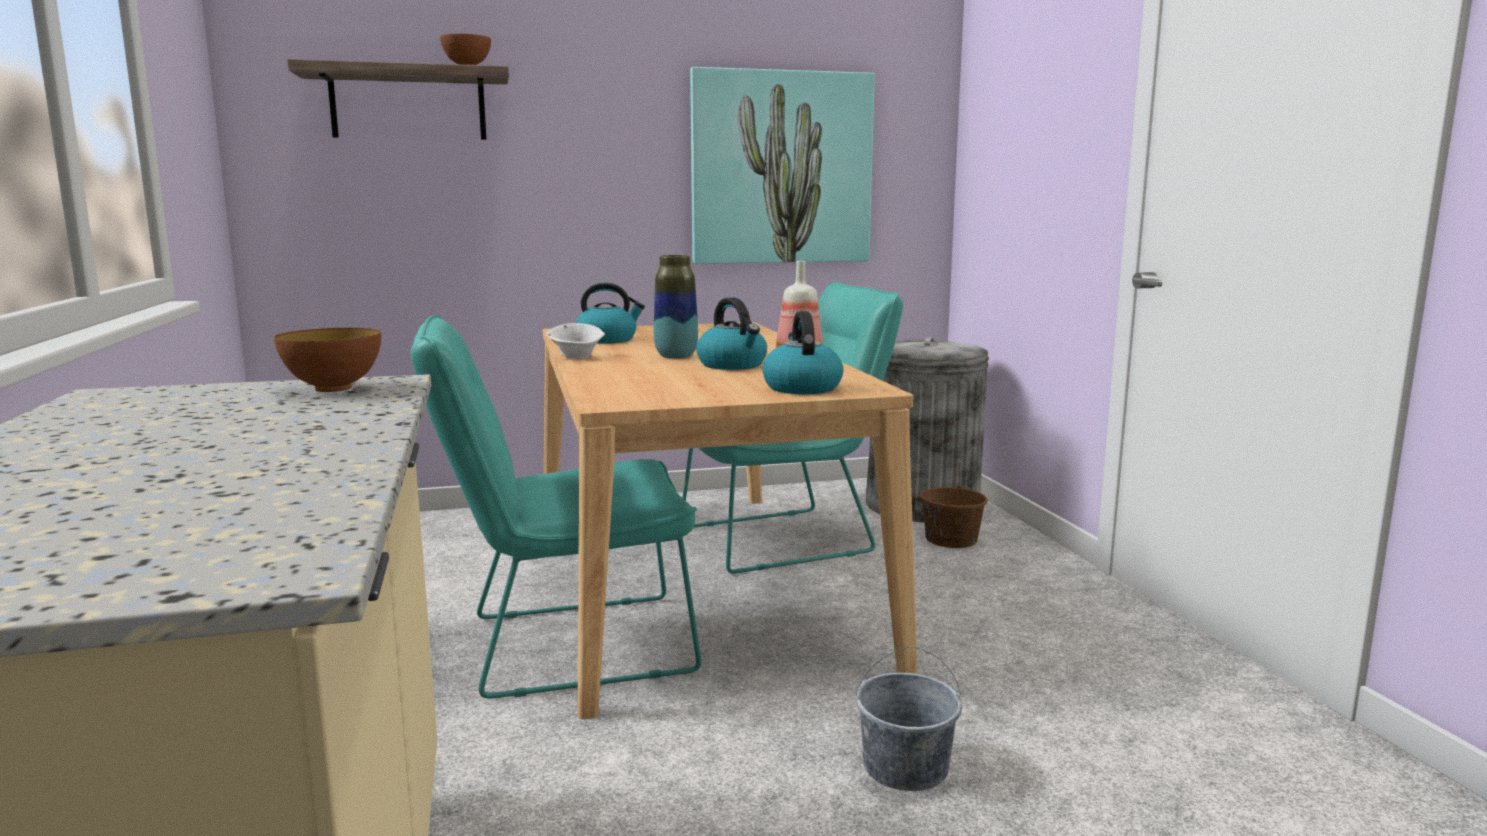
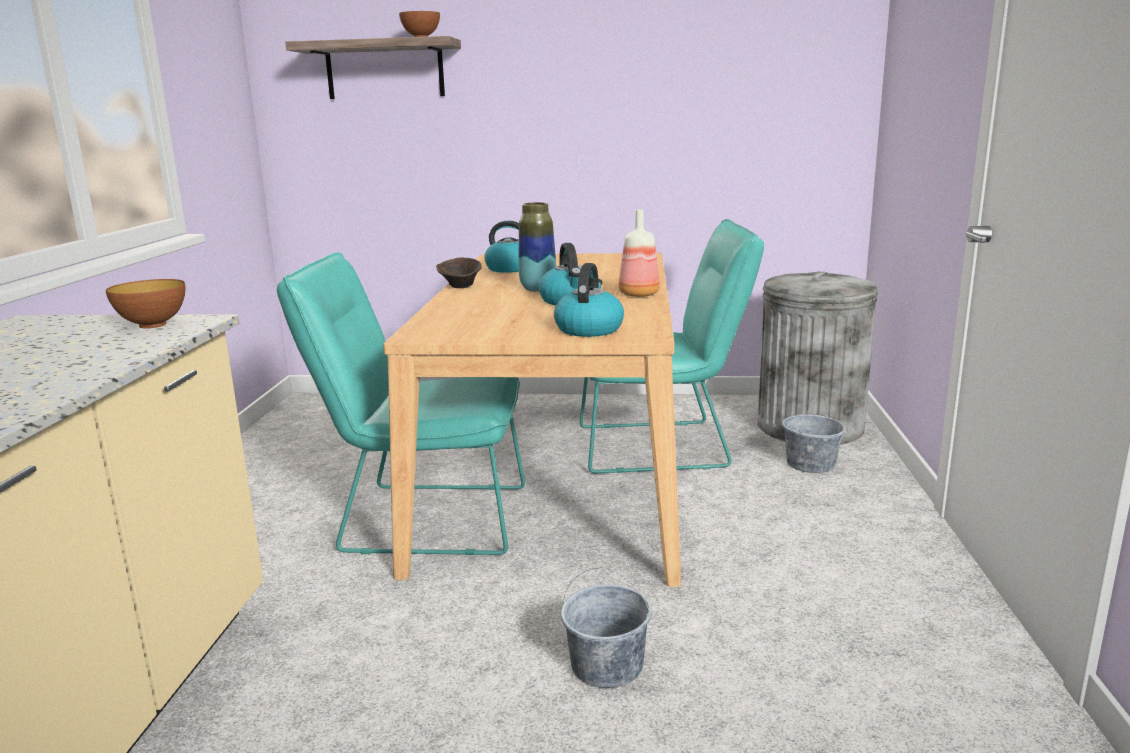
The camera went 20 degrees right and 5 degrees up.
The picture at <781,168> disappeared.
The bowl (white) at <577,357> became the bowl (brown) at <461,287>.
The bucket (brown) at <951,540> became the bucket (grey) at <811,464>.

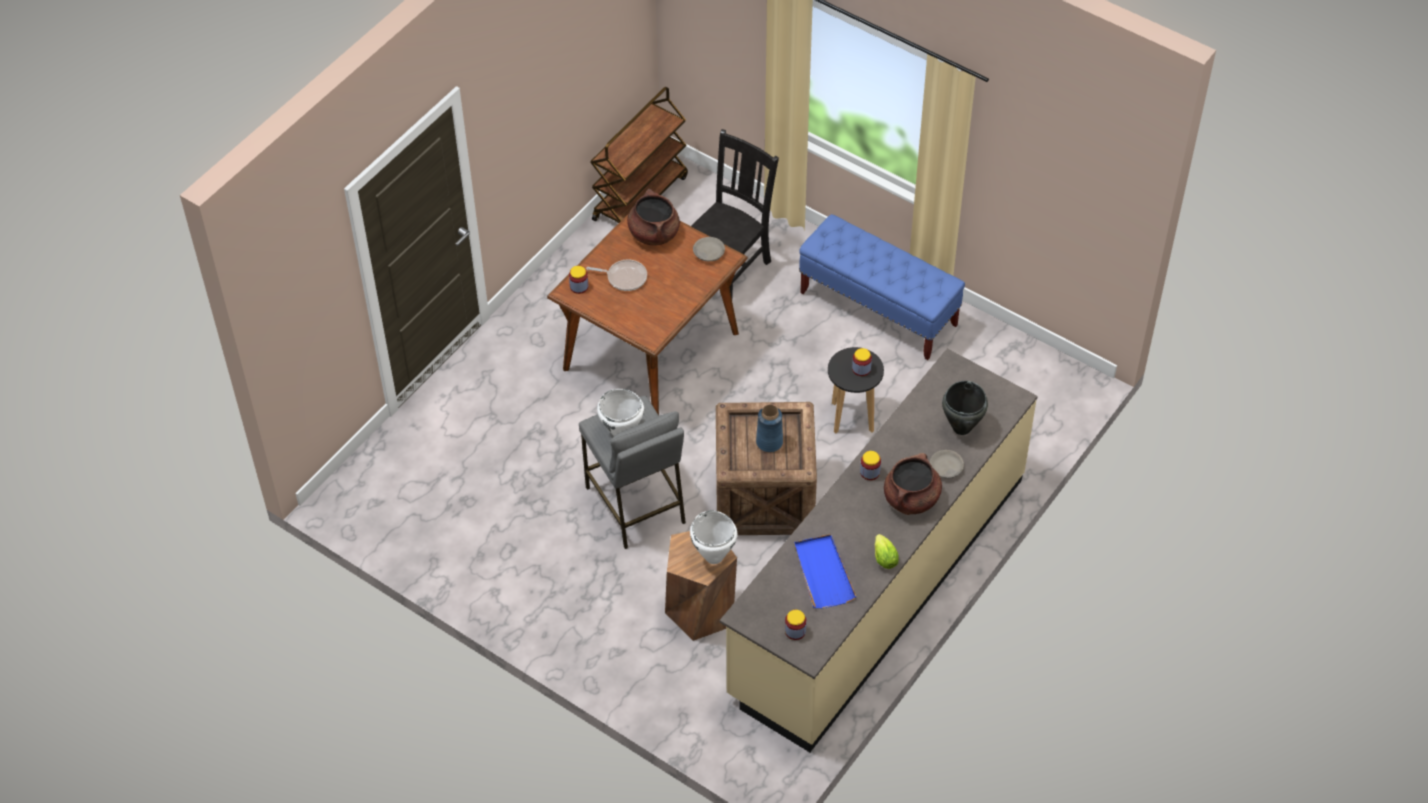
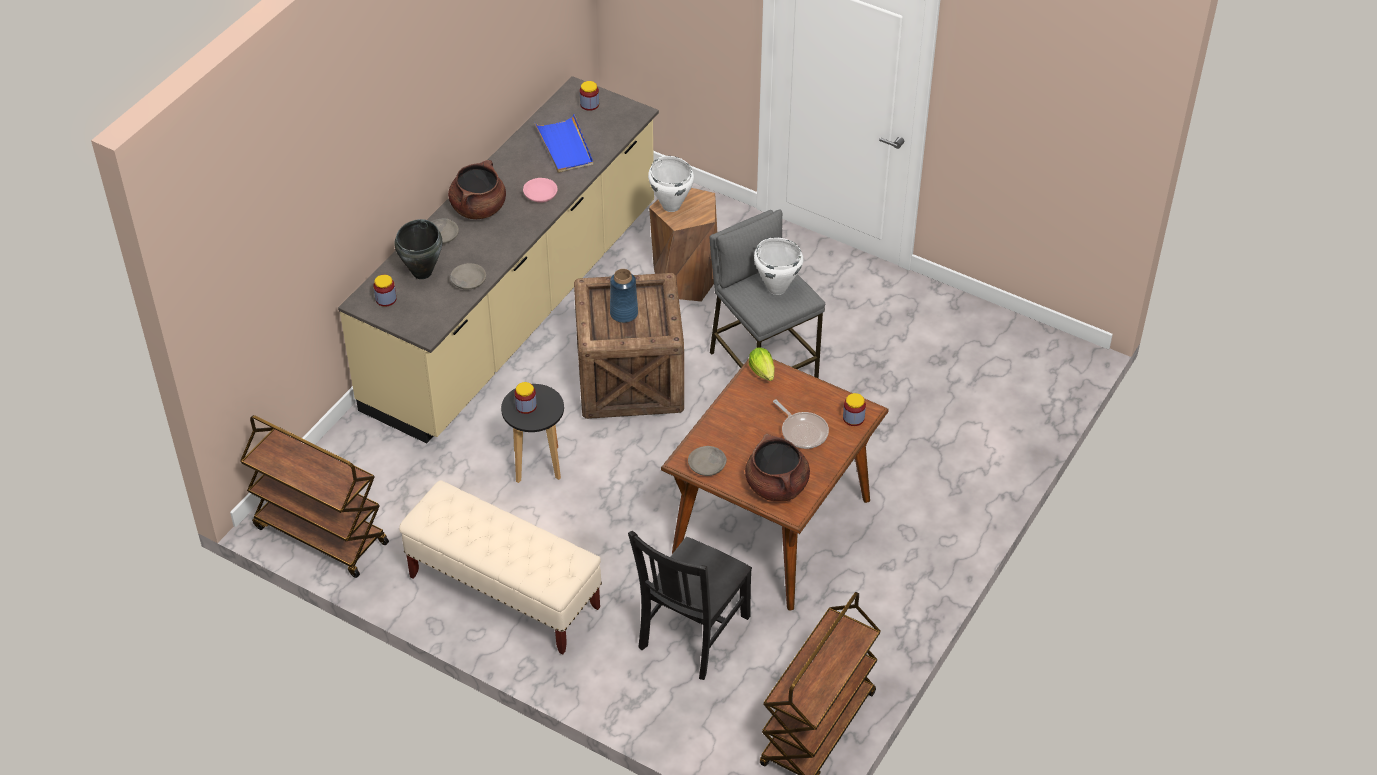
The camera went 175 degrees right and 5 degrees down.
The bench (blue) at <878,309> became the bench (beige) at <504,592>.
The frying pan at <624,277> turned 135 degrees counterclockwise.
The jar moved from <870,472> to <386,299>.
The lettuce moved from <884,557> to <763,373>.
The bowl (pink) at <540,194> appeared.
The bowl (grey) at <468,281> appeared.
The cart (brown) at <320,535> appeared.

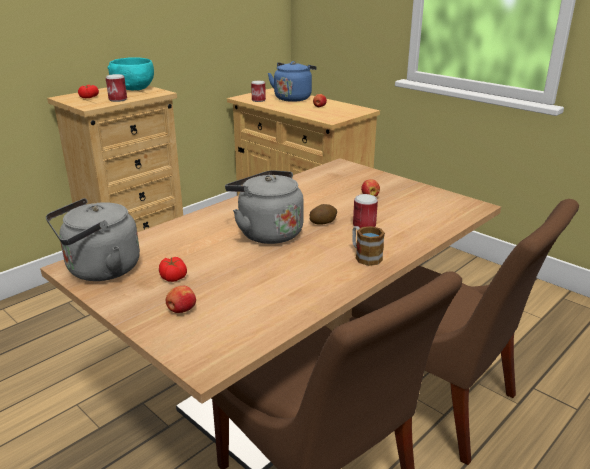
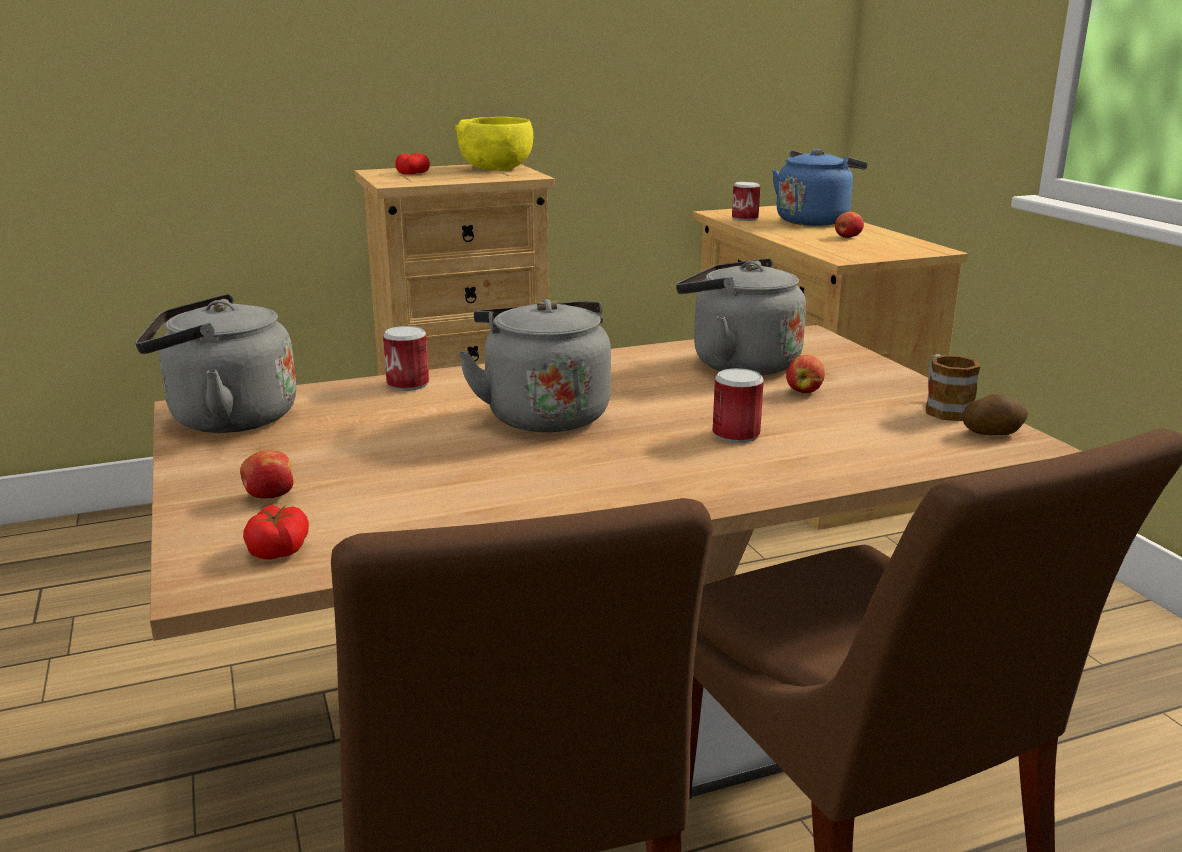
The camera went 25 degrees right and 5 degrees down.
The bowl (turquoise) at <133,88> became the bowl (yellow) at <496,169>.
The can moved from <118,99> to <408,384>.
The potato moved from <323,222> to <992,432>.
The mug moved from <365,256> to <943,408>.
The tomato moved from <173,276> to <278,549>.
The kettle (grey) at <738,364> appeared.

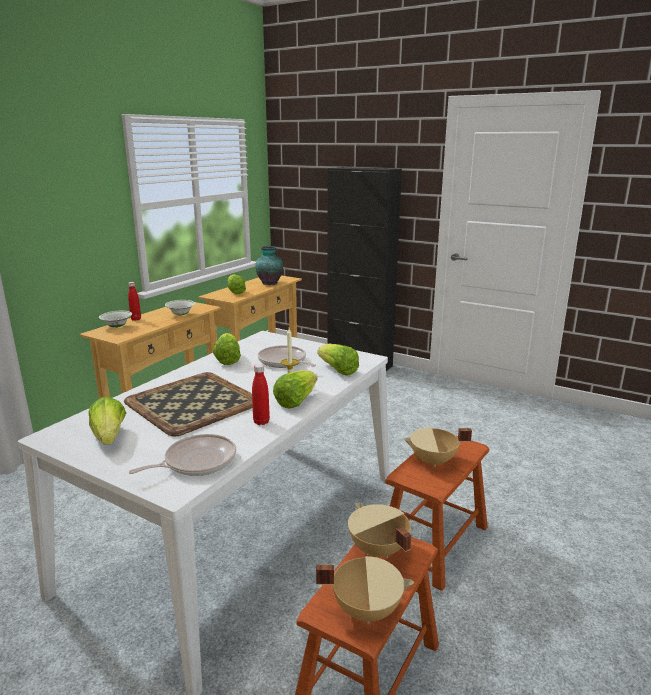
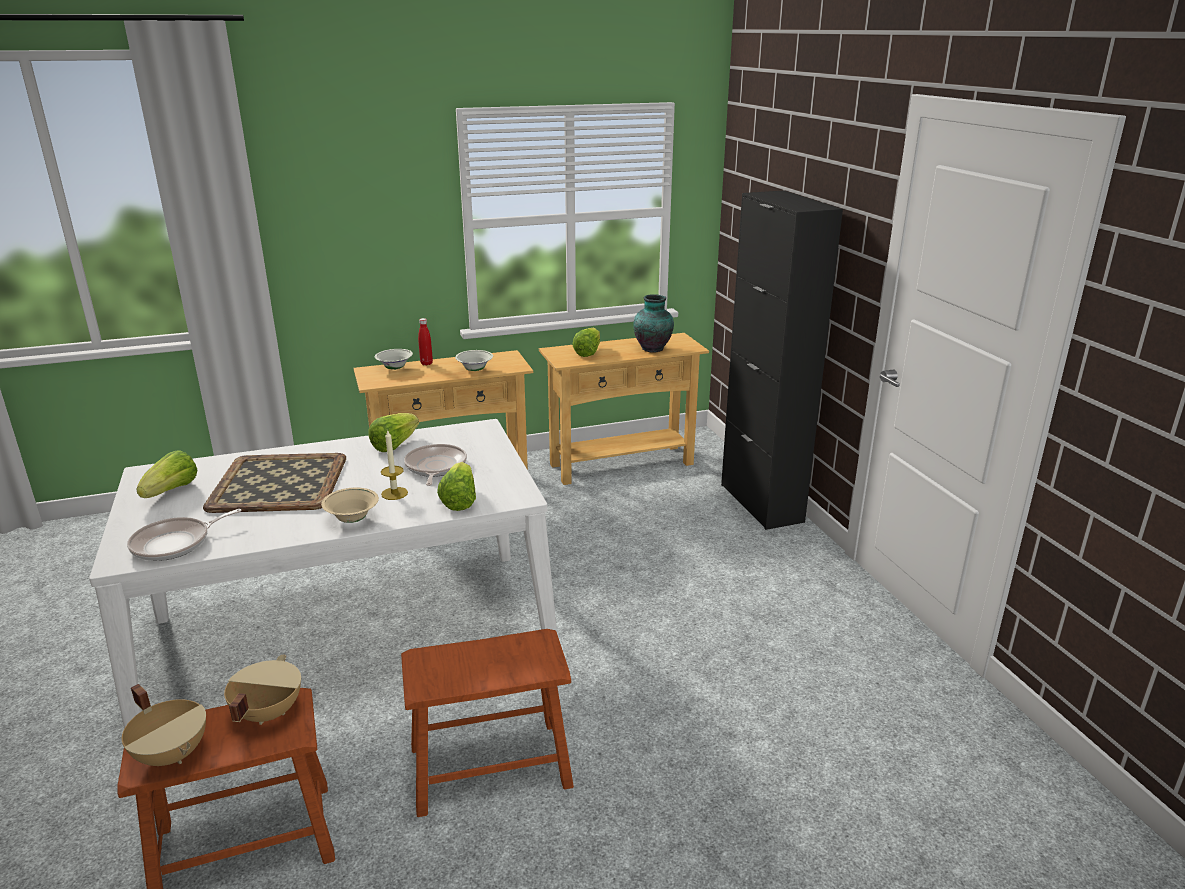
The camera went 40 degrees right and 5 degrees up.
The bottle (red) at <261,422> disappeared.
The lettuce at <296,401> was replaced by the bowl (beige) at <352,519>.
The cooking pot (beige) at <433,461> disappeared.
The frying pan at <196,462> turned 135 degrees clockwise.

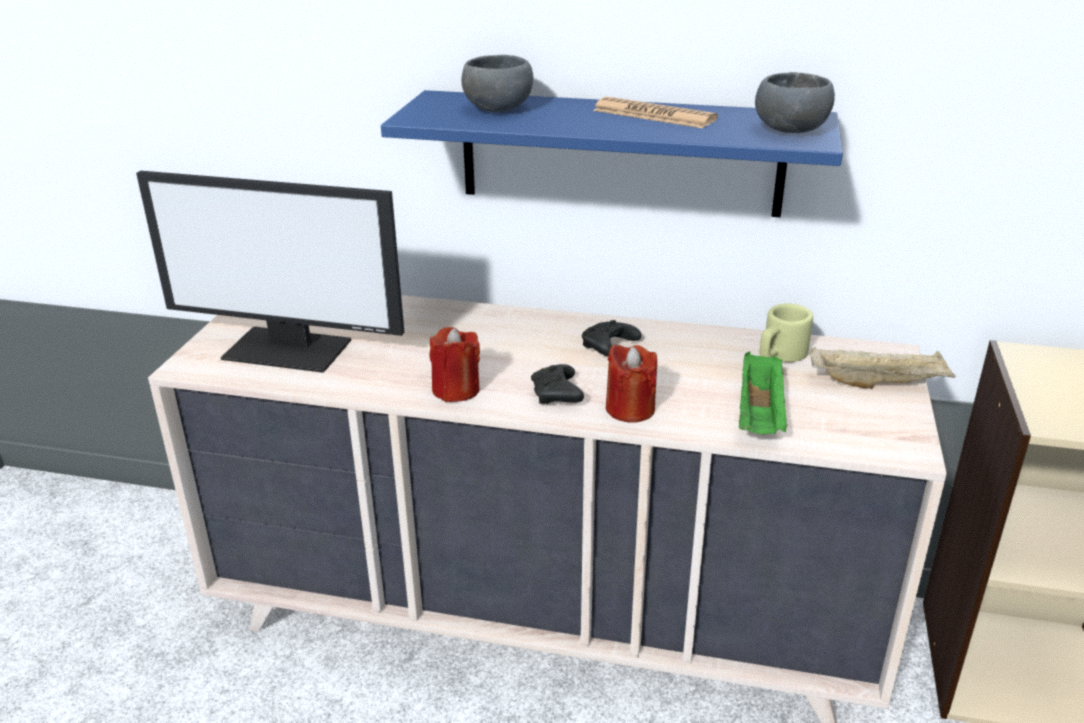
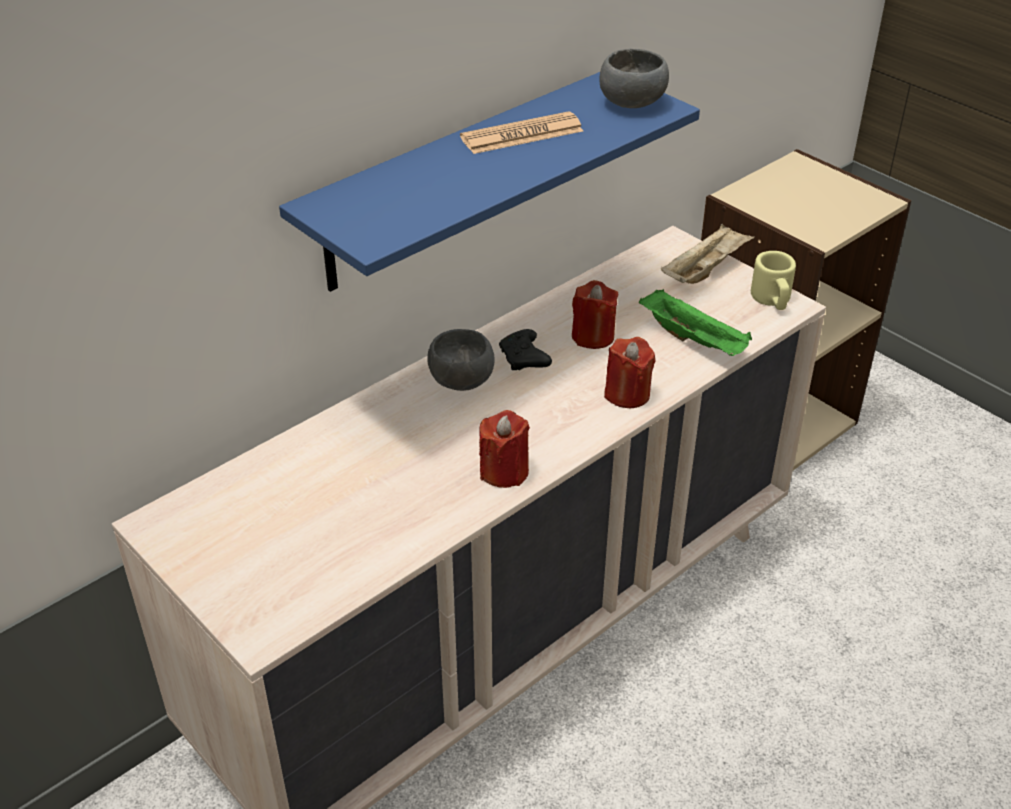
The camera went 55 degrees left and 10 degrees up.
The bowl (grey) moved from <498,108> to <459,380>.
The monitor at <289,348> disappeared.
The mug (beige) moved from <779,355> to <772,299>.
The game controller (black) at <557,395> disappeared.
The candle (red) at <593,336> appeared.

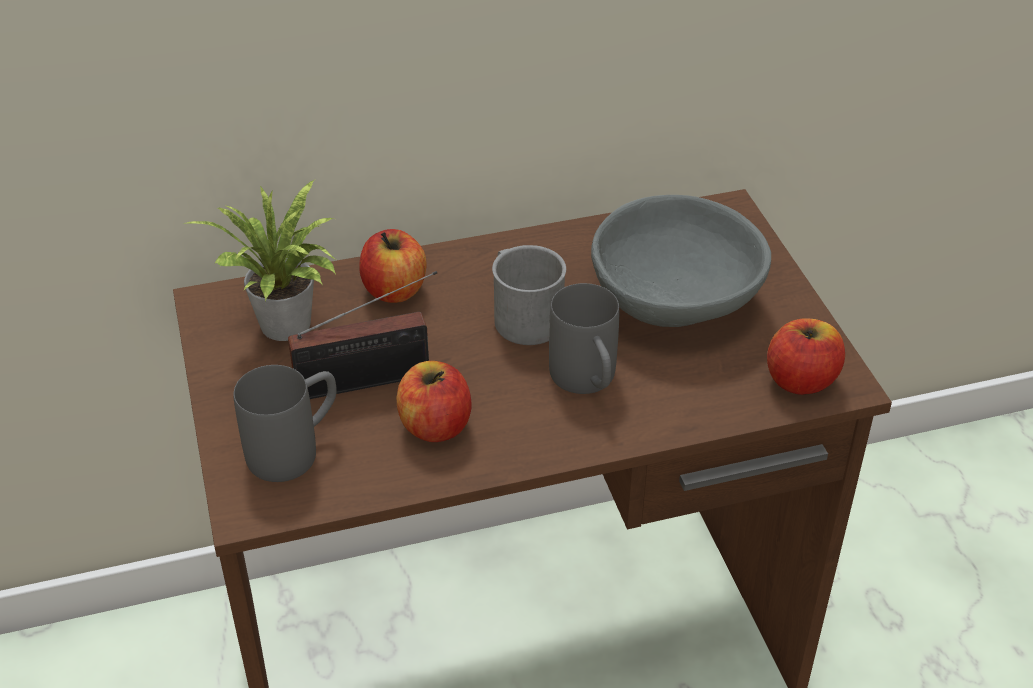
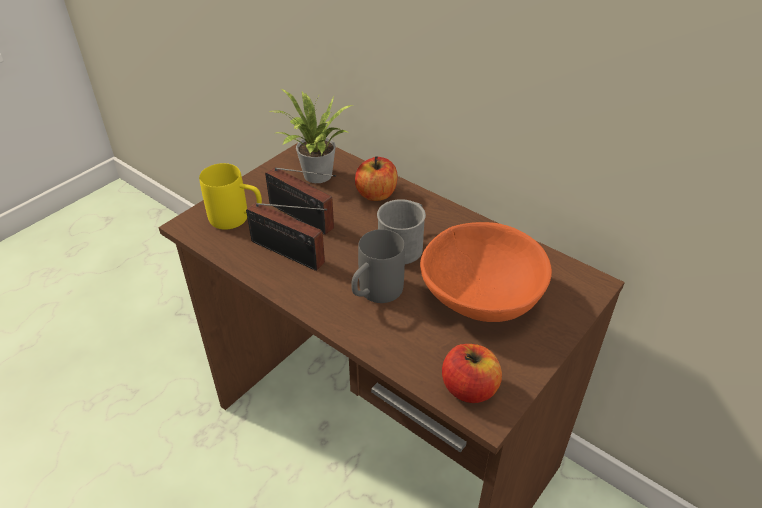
The camera went 55 degrees right and 0 degrees up.
The bowl (grey) at <673,302> became the bowl (orange) at <479,297>.
The apple at <435,426> was replaced by the radio at <290,254>.
The mug (grey) at <296,448> became the mug (yellow) at <237,219>.

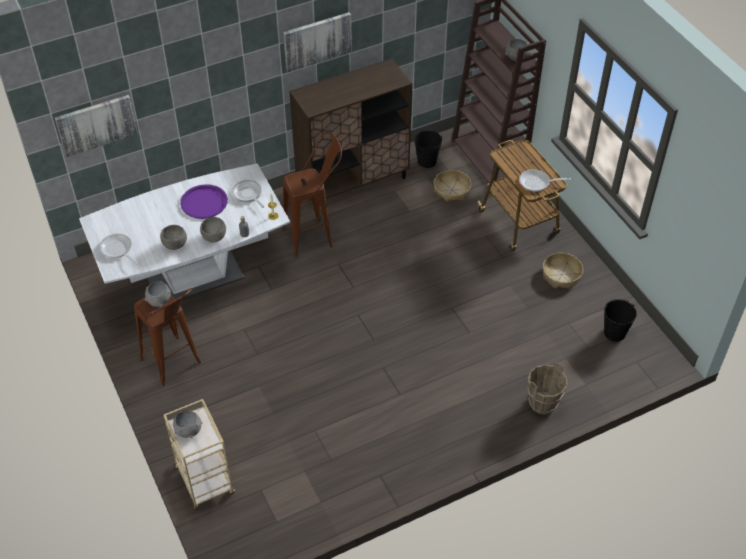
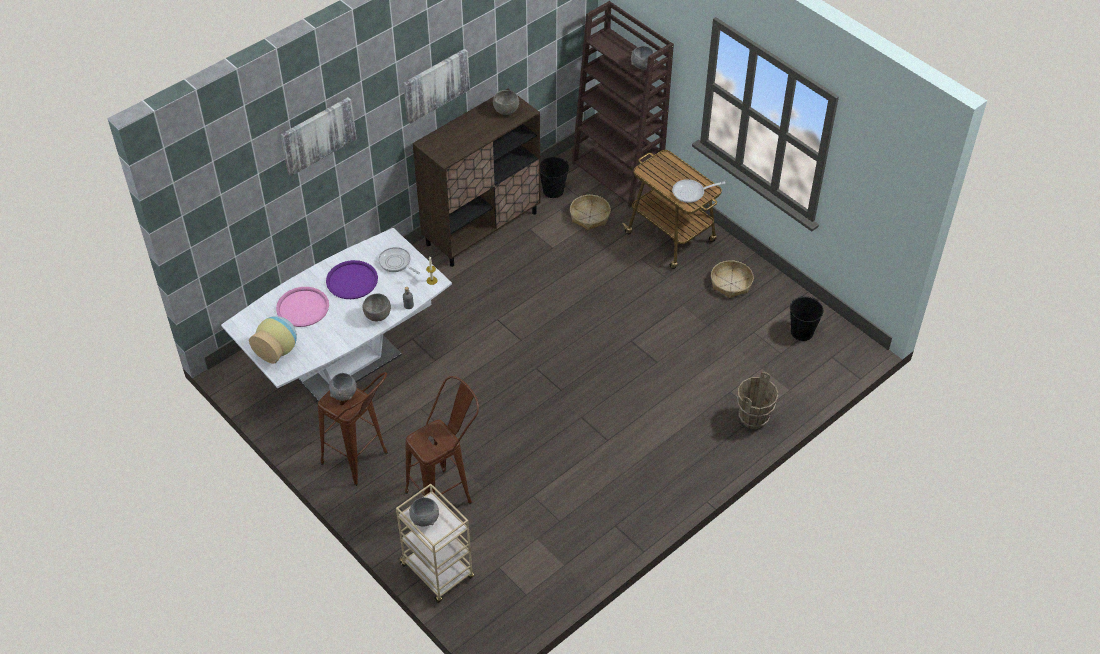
The camera went 15 degrees left and 0 degrees up.
The picture moved from <96,124> to <318,135>.
The stool (brown) moved from <315,236> to <447,492>.
The bowl (grey) moved from <175,244> to <506,110>.
The frying pan at <118,250> was replaced by the vase at <278,350>.
The tray (pink) at <302,307> appeared.

